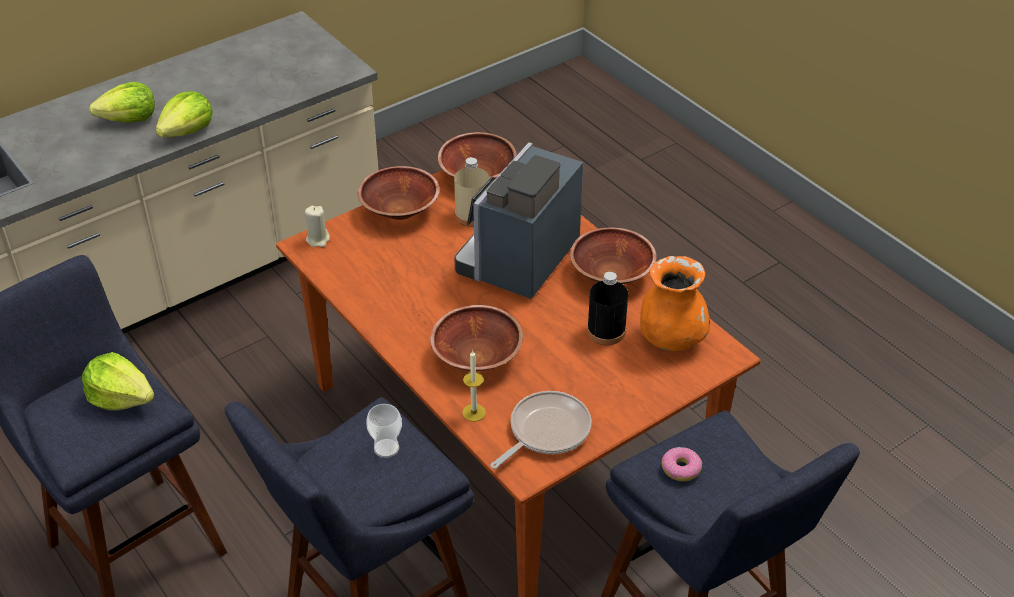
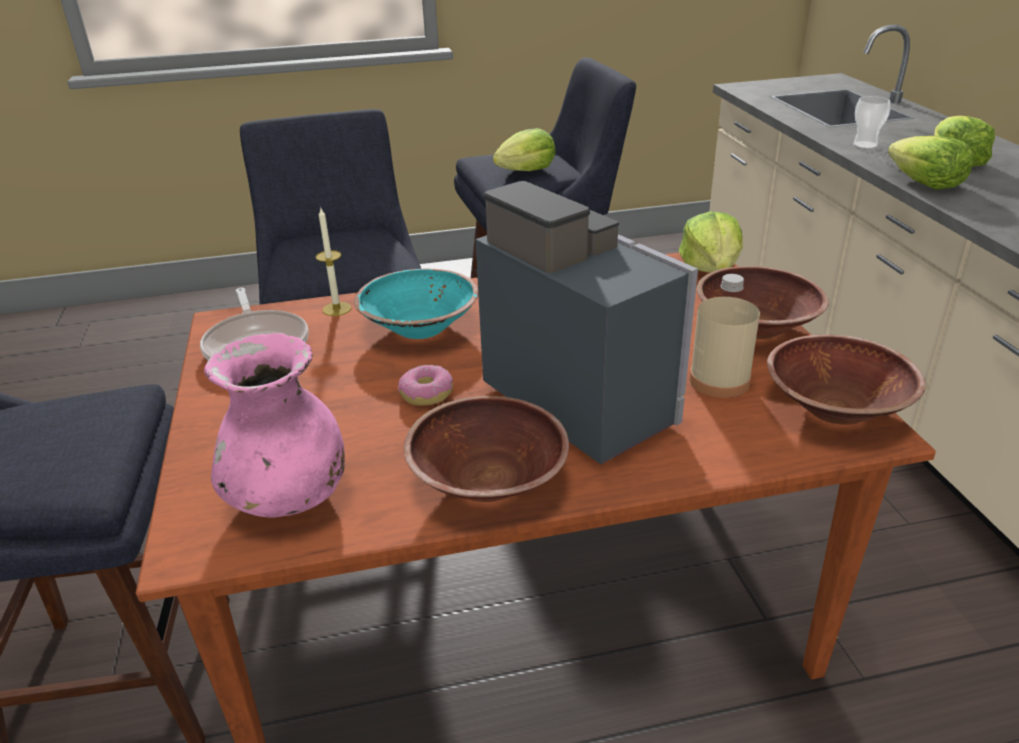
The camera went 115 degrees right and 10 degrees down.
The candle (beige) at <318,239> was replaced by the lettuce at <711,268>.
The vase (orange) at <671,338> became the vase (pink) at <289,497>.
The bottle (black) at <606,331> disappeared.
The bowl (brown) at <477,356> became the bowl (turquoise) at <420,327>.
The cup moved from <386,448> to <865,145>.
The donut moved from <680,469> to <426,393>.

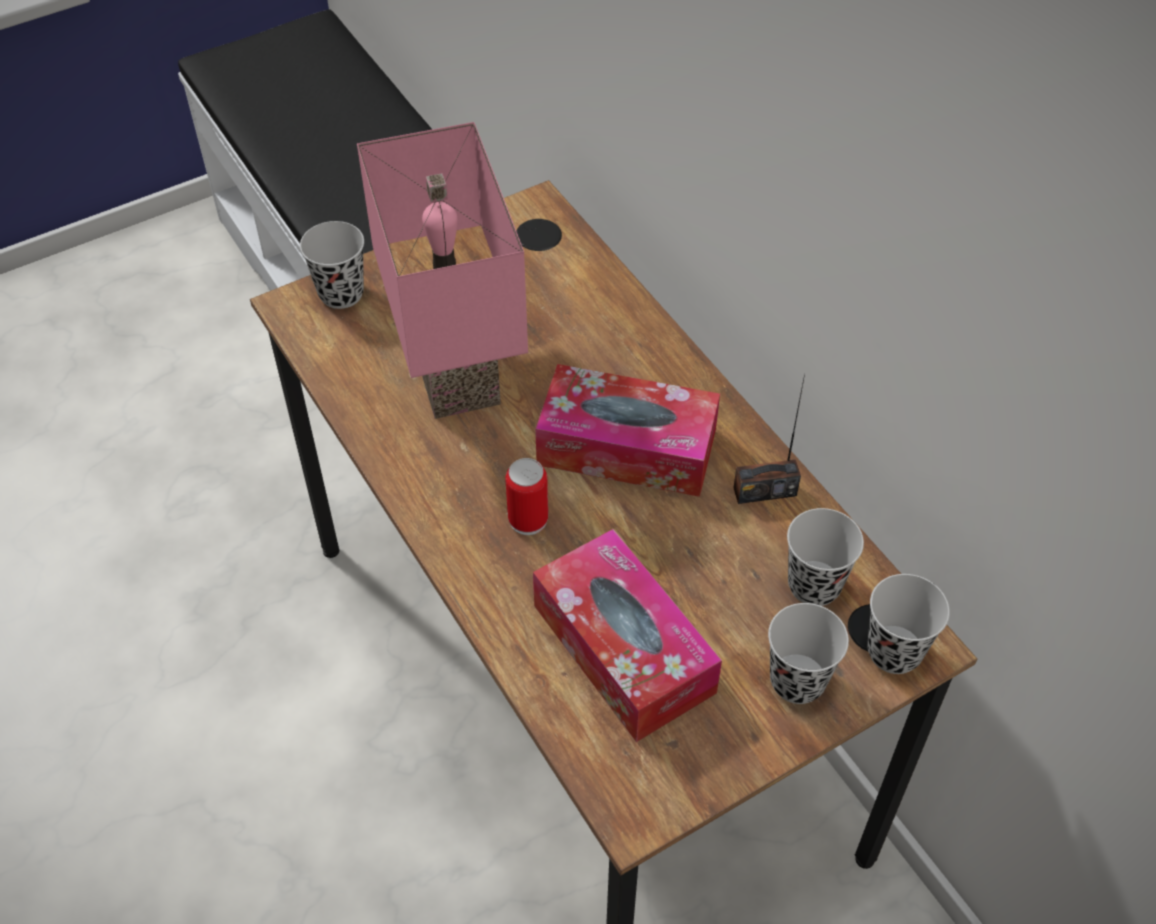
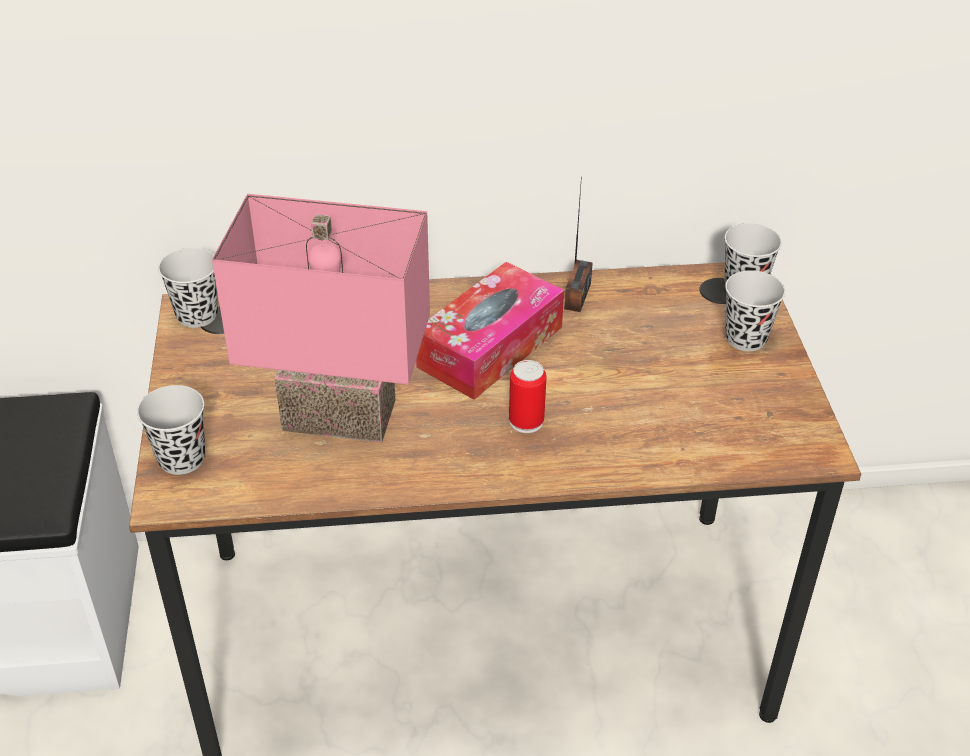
The camera went 65 degrees left and 10 degrees down.
The cup (black) moved from <814,585> to <197,315>.
The tissue box at <623,648> disappeared.

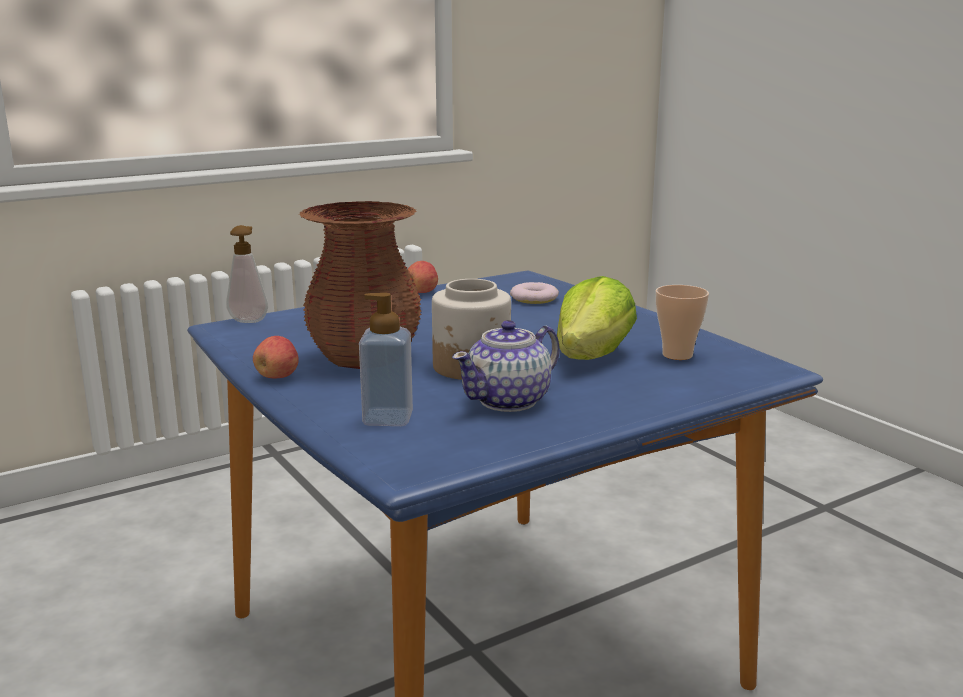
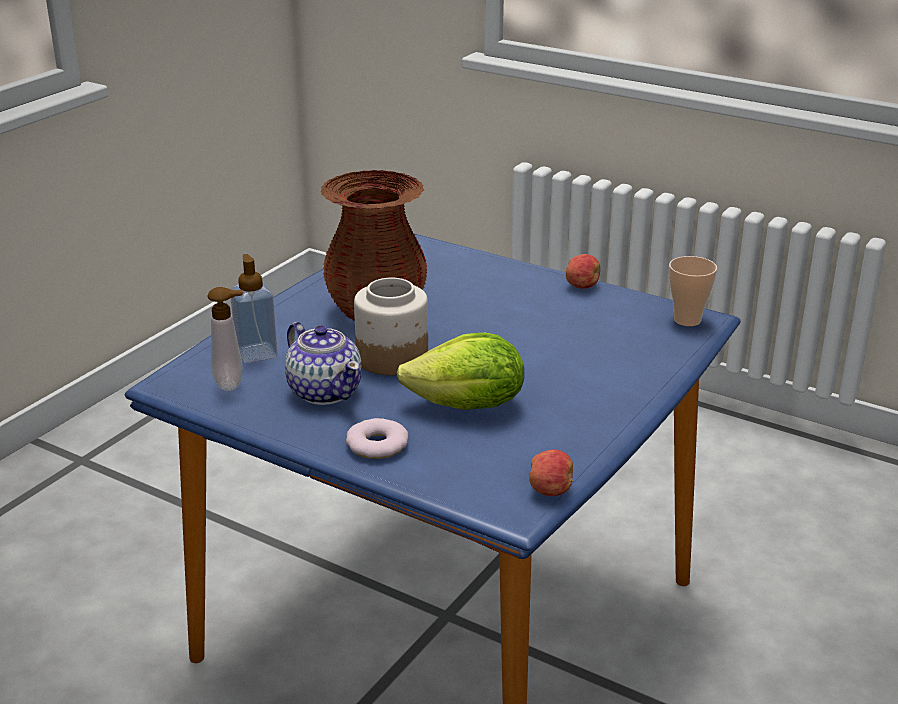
The camera went 65 degrees right and 10 degrees up.
The soap dispenser moved from <250,320> to <232,384>.
The donut moved from <534,299> to <376,445>.
The cup moved from <677,355> to <687,320>.
The teapot at <509,401> turned 150 degrees counterclockwise.
The apple moved from <277,377> to <550,491>.

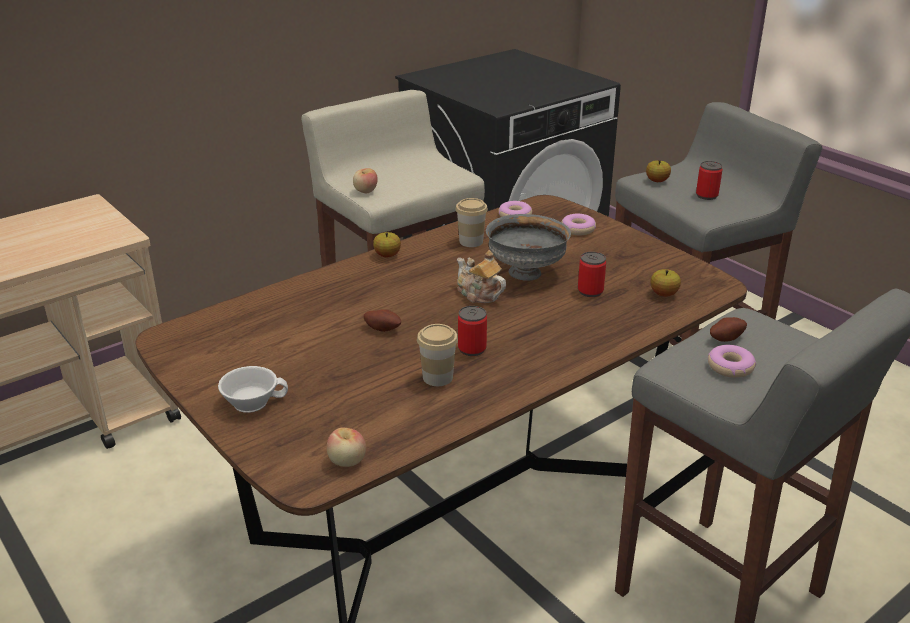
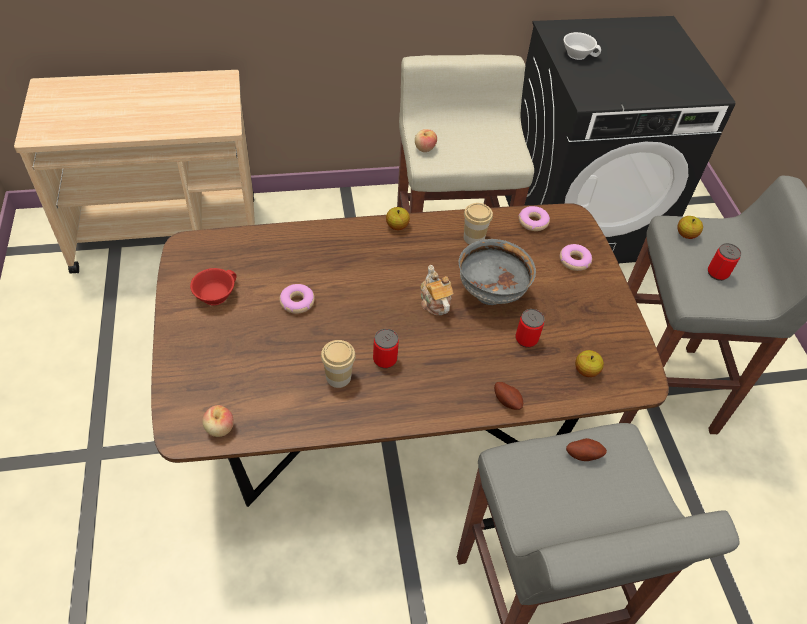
The camera went 25 degrees right and 20 degrees up.
The potato moved from <383,328> to <507,401>.
The donut moved from <730,367> to <297,302>.
The cup (white) moved from <252,401> to <578,54>.
The cup (red) at <214,294> appeared.

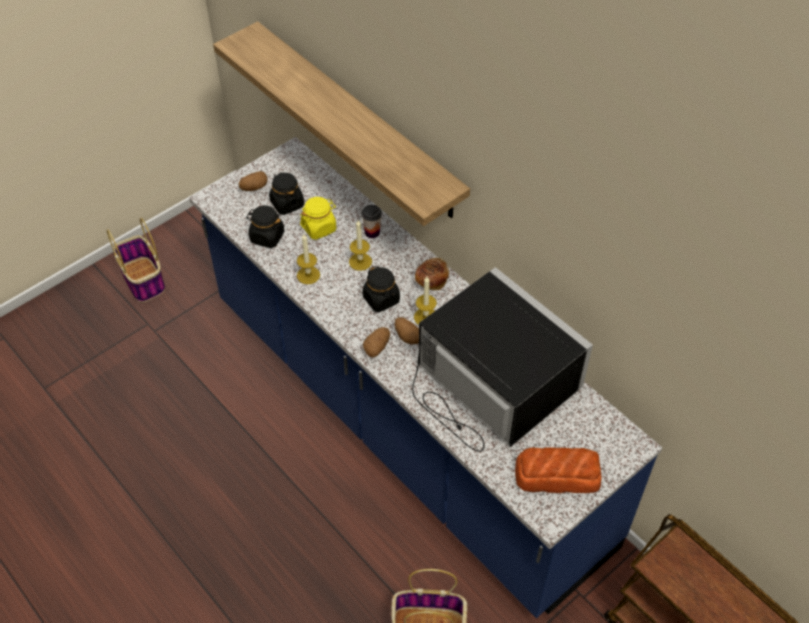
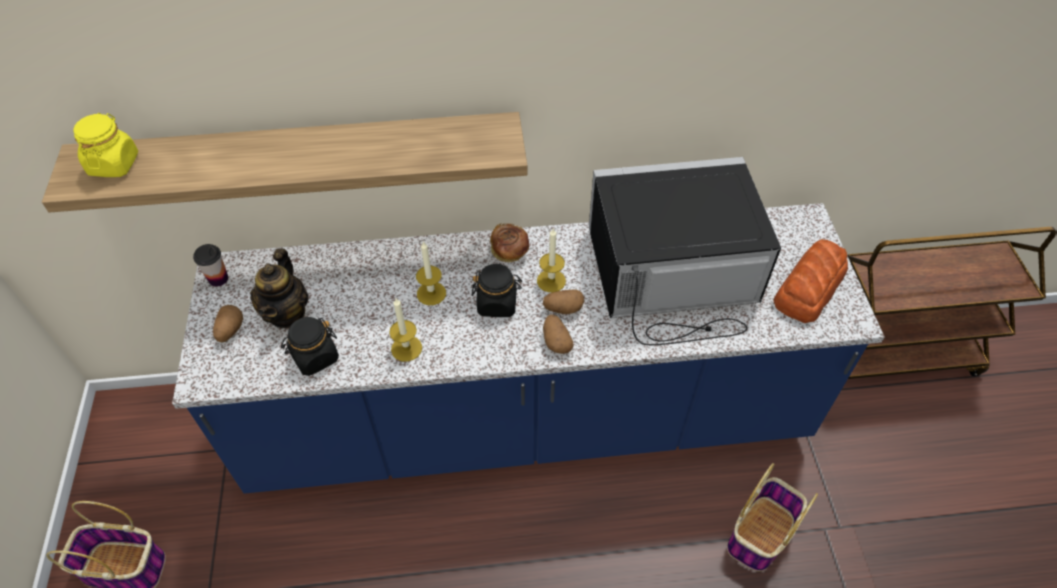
The camera went 55 degrees left and 0 degrees up.
The jar (black) at <287,204> was replaced by the teapot at <287,313>.
The jar (yellow) moved from <319,228> to <114,164>.
The cup moved from <372,232> to <218,279>.

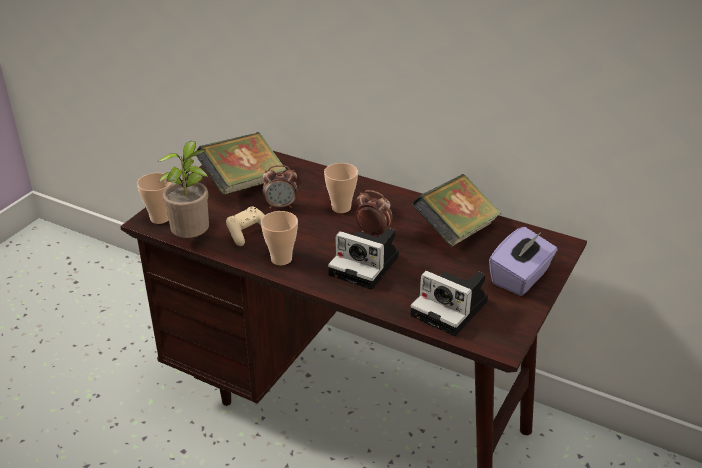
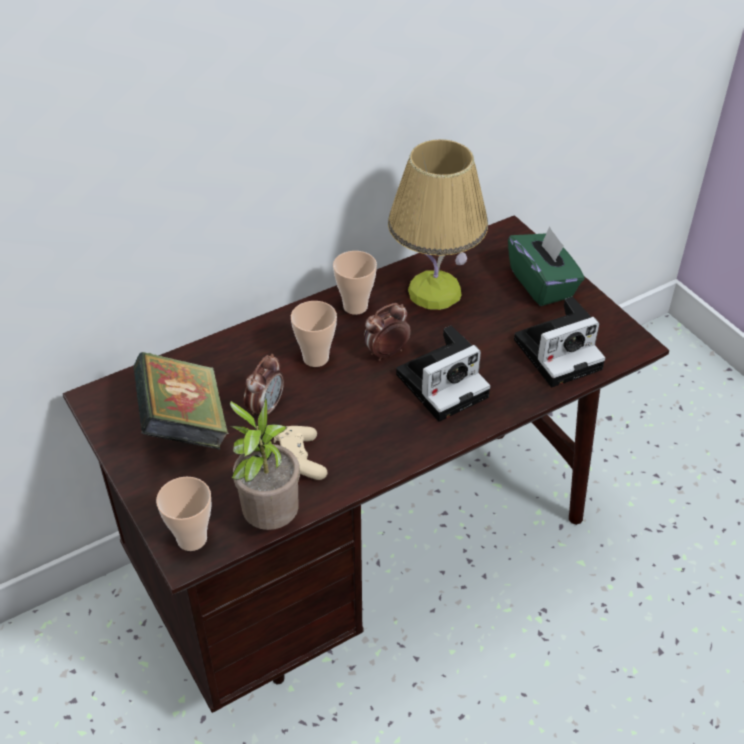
The camera went 60 degrees left and 10 degrees up.
The book at <455,232> was replaced by the table lamp at <434,291>.
The cup moved from <281,259> to <355,306>.
The tissue box (purple) at <520,278> became the tissue box (green) at <542,284>.

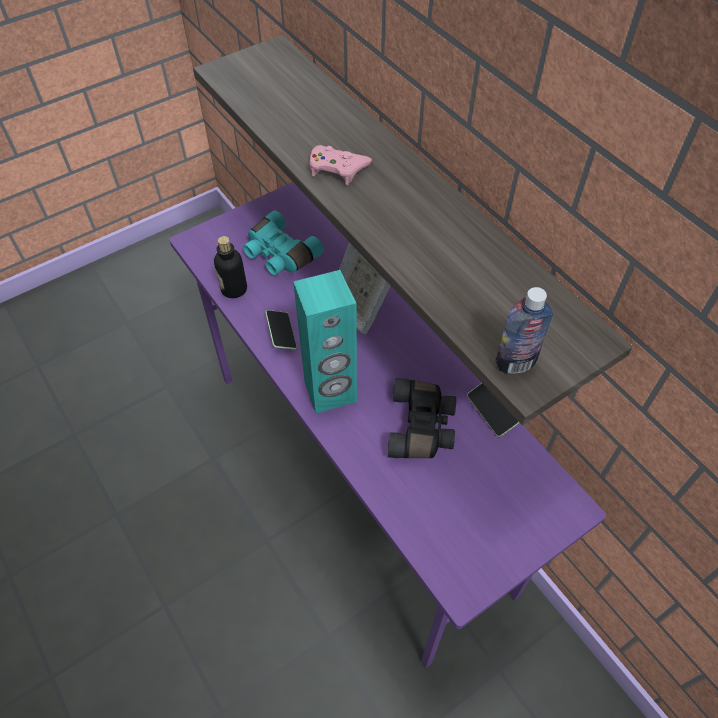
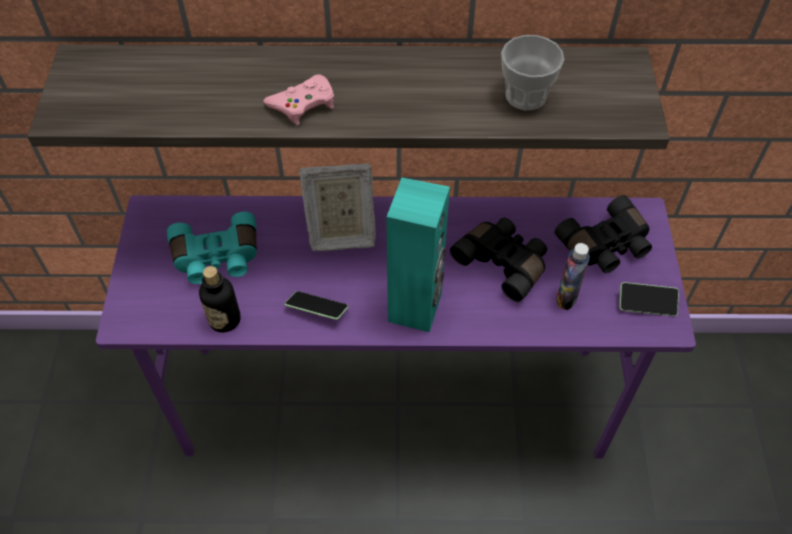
The camera went 55 degrees left and 0 degrees up.
The bottle moved from <515,363> to <566,297>.
The phone moved from <491,412> to <647,304>.
The cup at <525,96> appeared.
The binoculars (black) at <606,246> appeared.

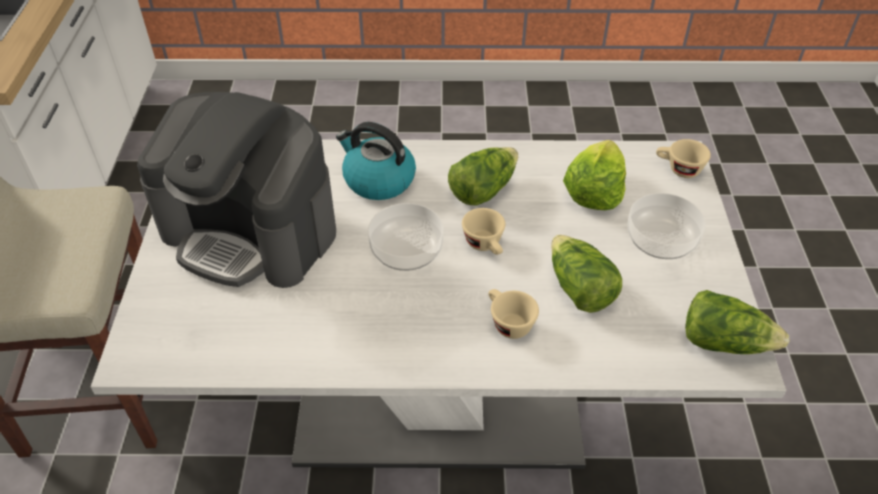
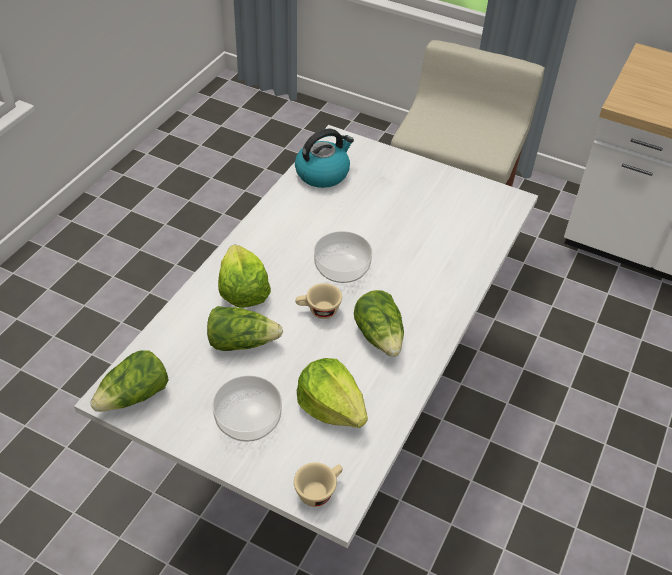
The camera went 115 degrees right and 0 degrees up.
The coffee machine at <251,231> disappeared.
The kettle moved from <378,180> to <323,173>.
The cup (beige) at <507,323> was replaced by the lettuce at <242,291>.

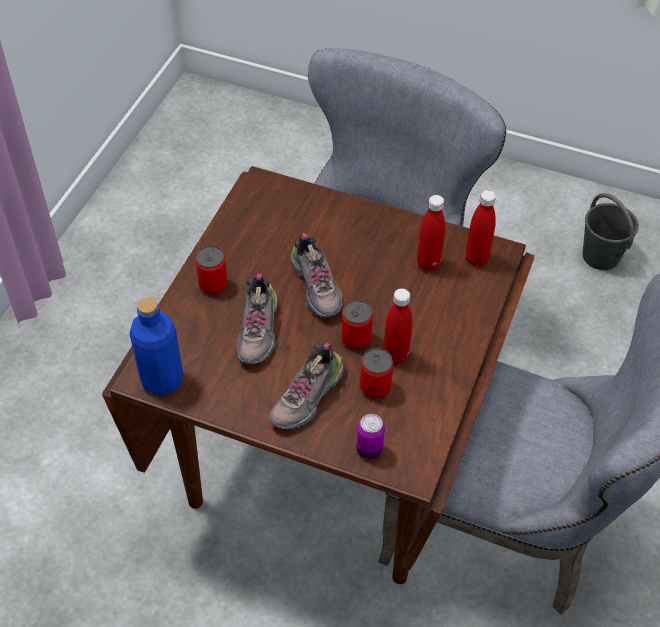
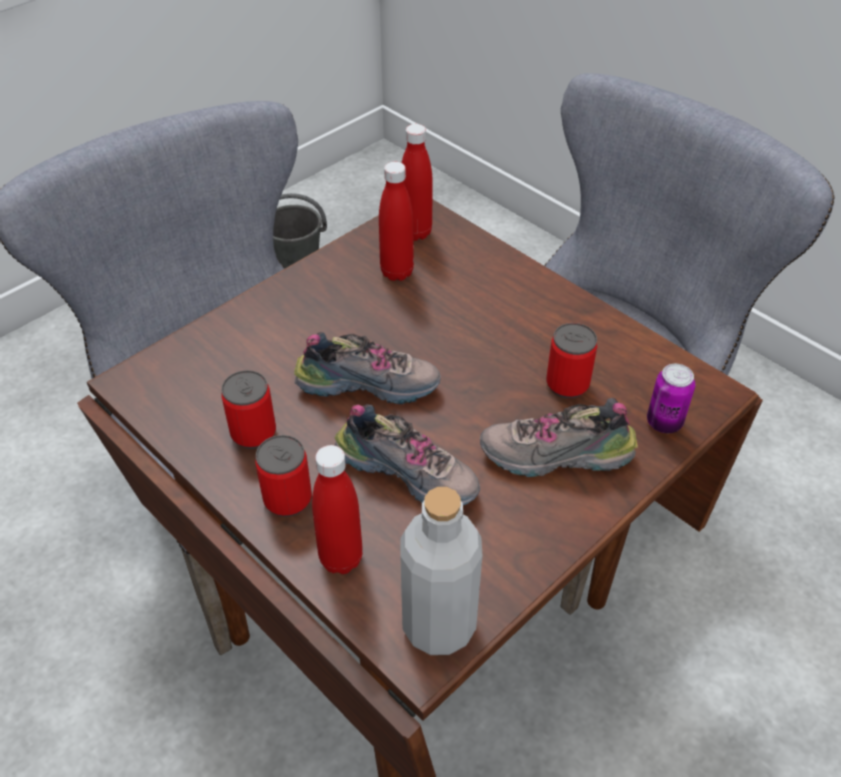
The camera went 65 degrees left and 5 degrees down.
The bottle (red) moved from <395,355> to <341,559>.
The bottle (blue) at <162,379> became the bottle (grey) at <439,625>.
The can moved from <356,339> to <253,433>.
The shoe at <308,398> turned 120 degrees clockwise.

